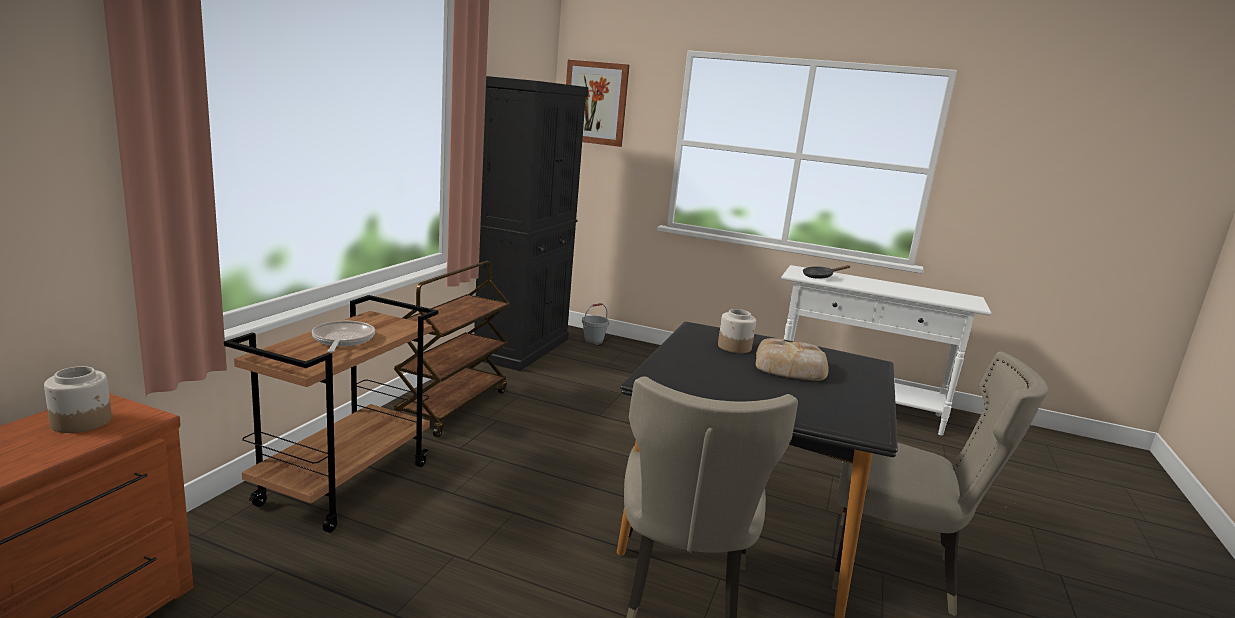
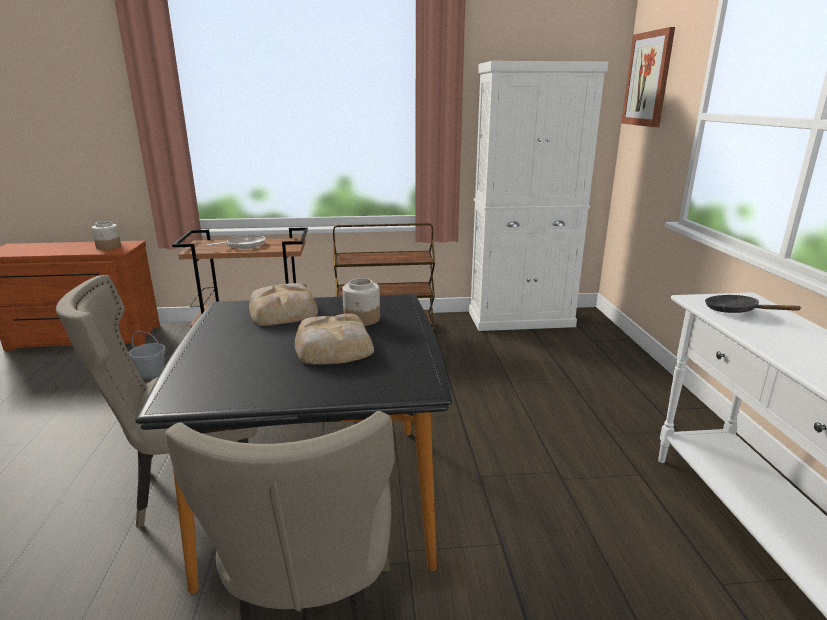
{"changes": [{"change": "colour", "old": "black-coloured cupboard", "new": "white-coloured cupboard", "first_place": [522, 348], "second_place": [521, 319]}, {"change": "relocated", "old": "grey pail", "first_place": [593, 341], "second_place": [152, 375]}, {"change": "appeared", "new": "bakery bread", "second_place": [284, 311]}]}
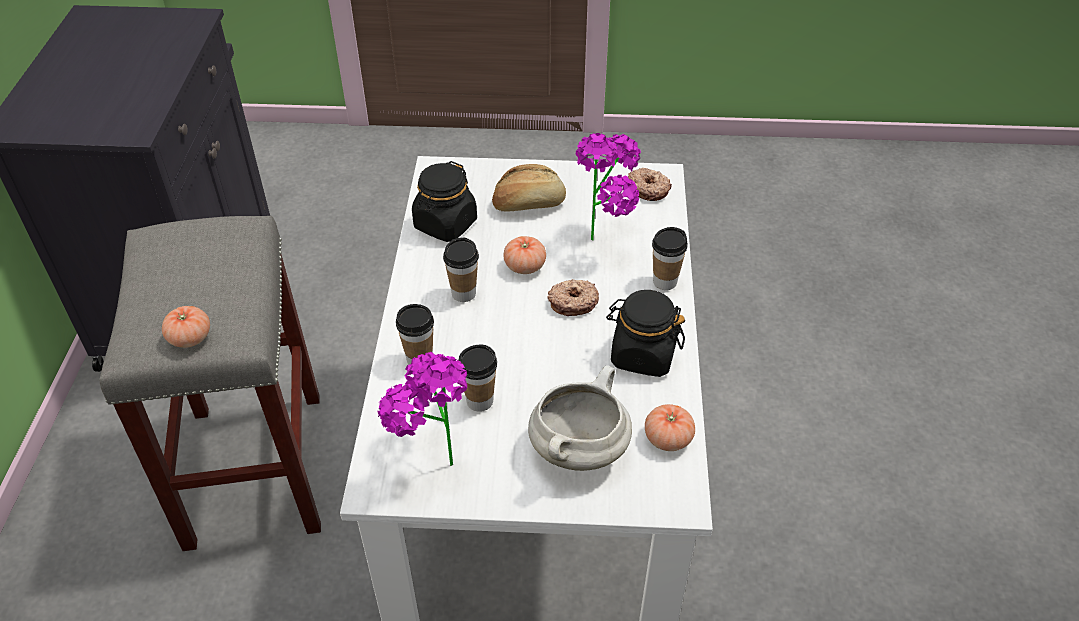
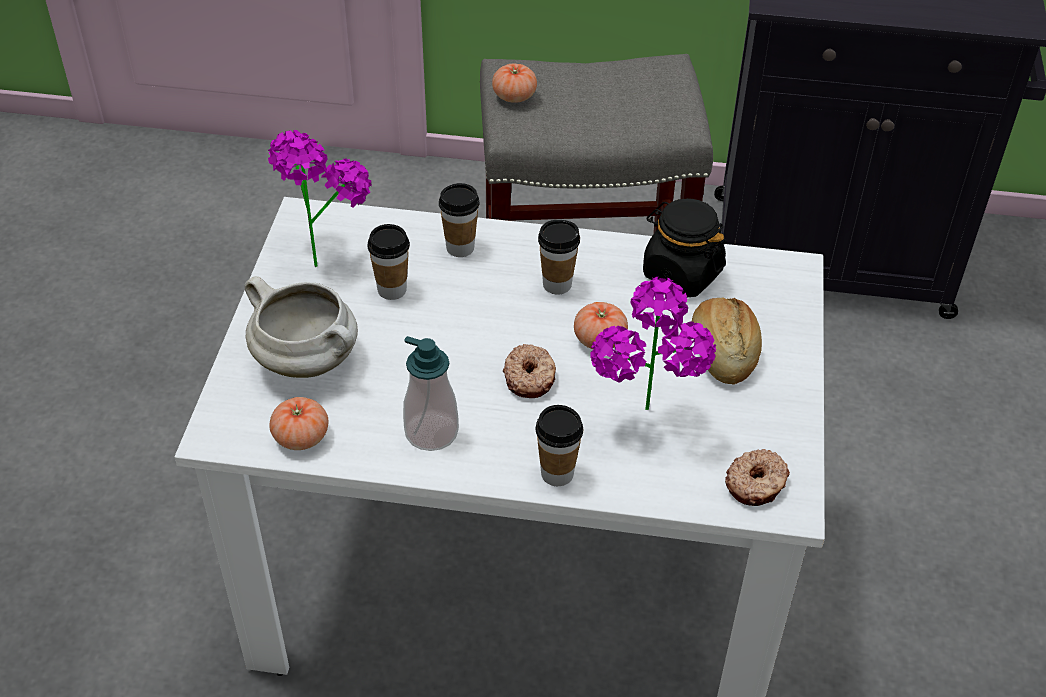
{"changes": [{"change": "exchanged", "old": "black-coloured storage jar", "new": "liquid soap bottle", "first_place": [642, 355], "second_place": [431, 432]}]}
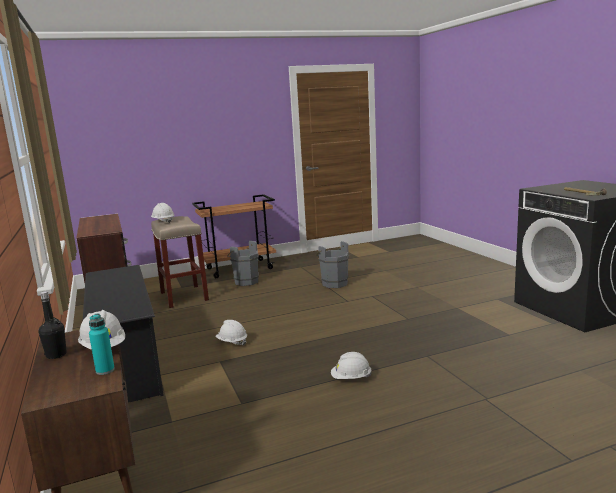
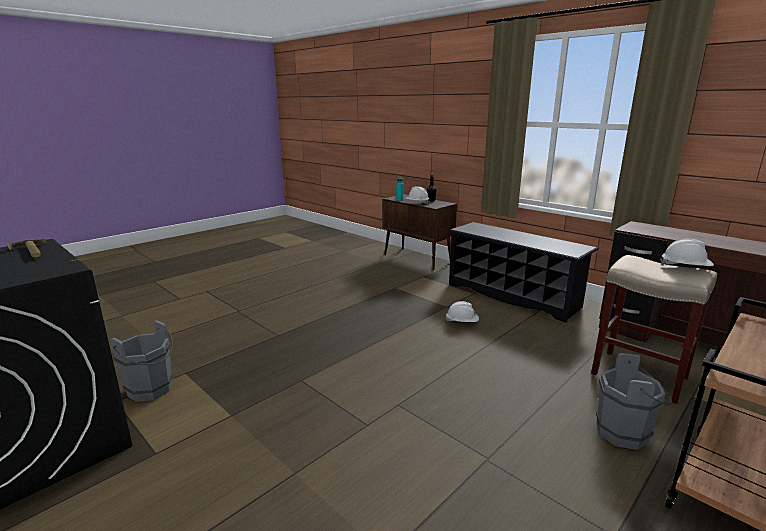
{"changes": [{"change": "relocated", "old": "grey pail", "first_place": [333, 283], "second_place": [152, 390]}, {"change": "missing", "old": "white-coloured hard hat", "first_place": [351, 379]}]}
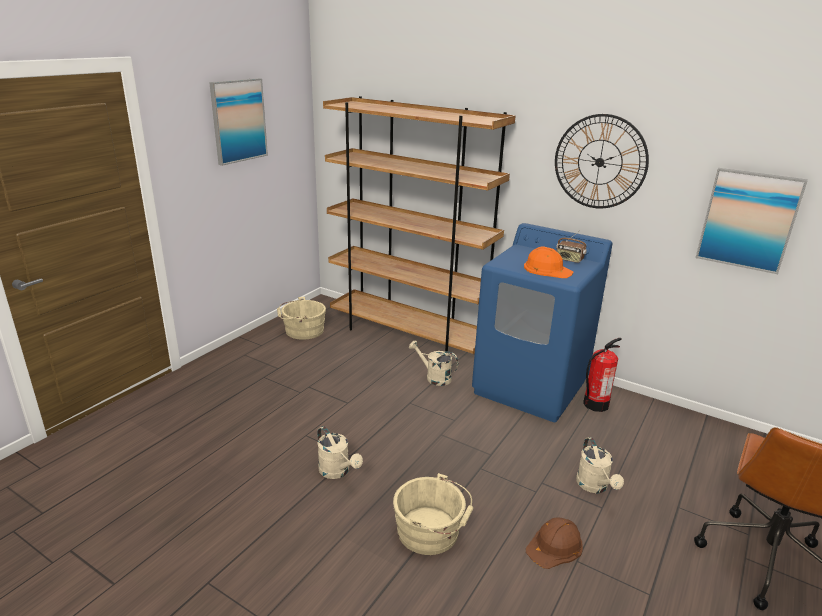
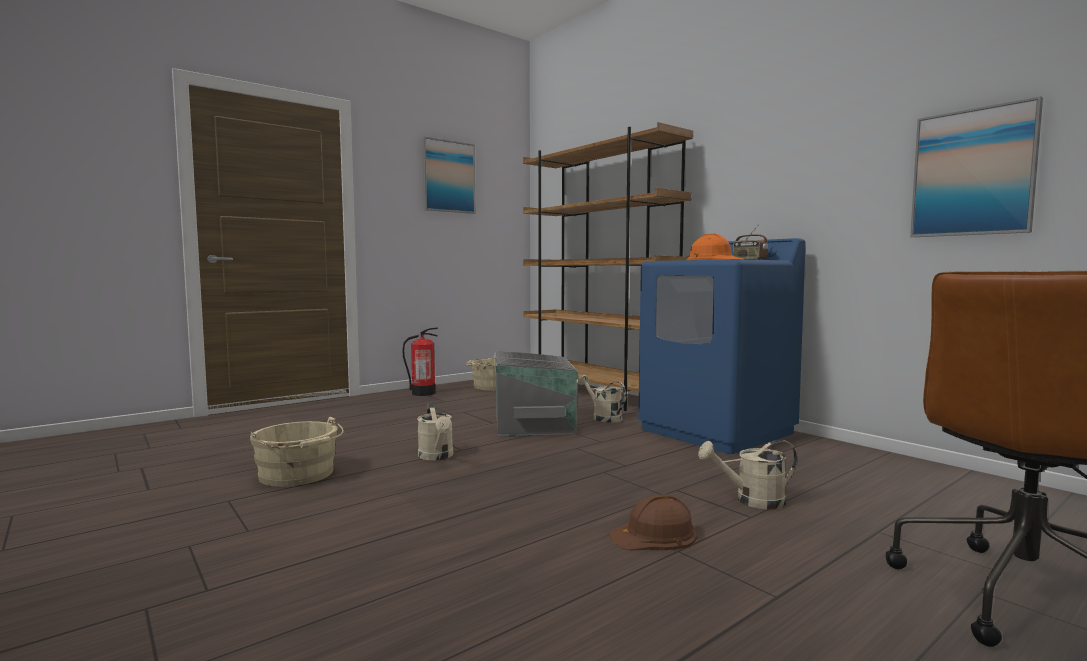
{"changes": [{"change": "missing", "old": "hanging clock", "first_place": [600, 162]}, {"change": "relocated", "old": "fire extinguisher", "first_place": [595, 404], "second_place": [423, 393]}, {"change": "spun", "old": "sand-coloured sprinkling can", "first_place": [595, 486], "second_place": [752, 501], "degrees": 75}, {"change": "relocated", "old": "sand-coloured pail", "first_place": [431, 532], "second_place": [299, 475]}, {"change": "appeared", "new": "grey storage box", "second_place": [535, 422]}]}
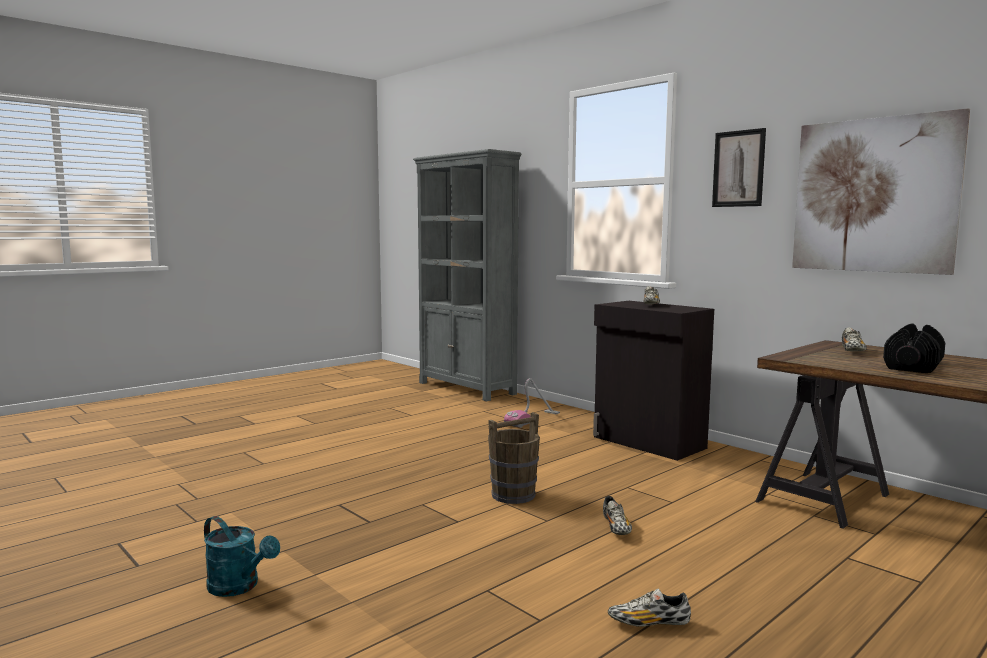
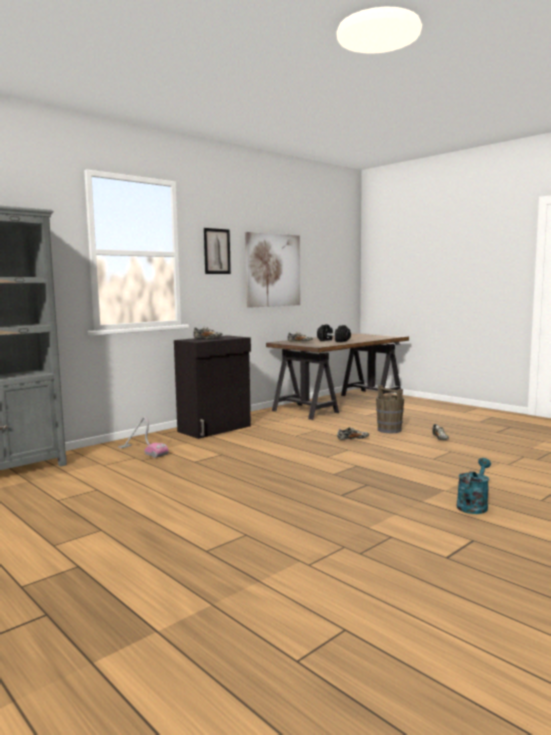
{"changes": [{"change": "relocated", "old": "brown-coloured pail", "first_place": [513, 495], "second_place": [389, 430]}]}
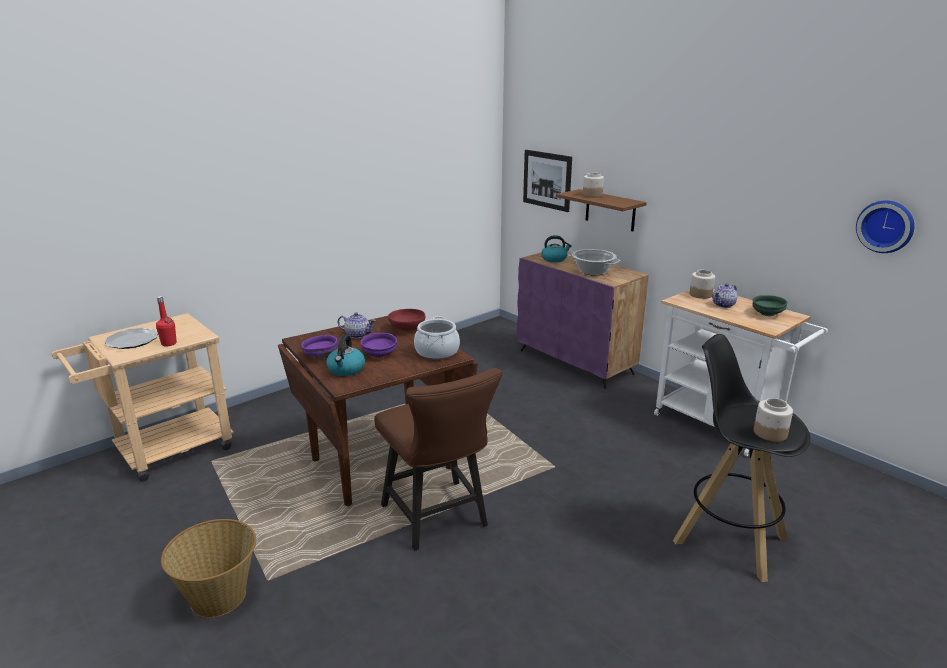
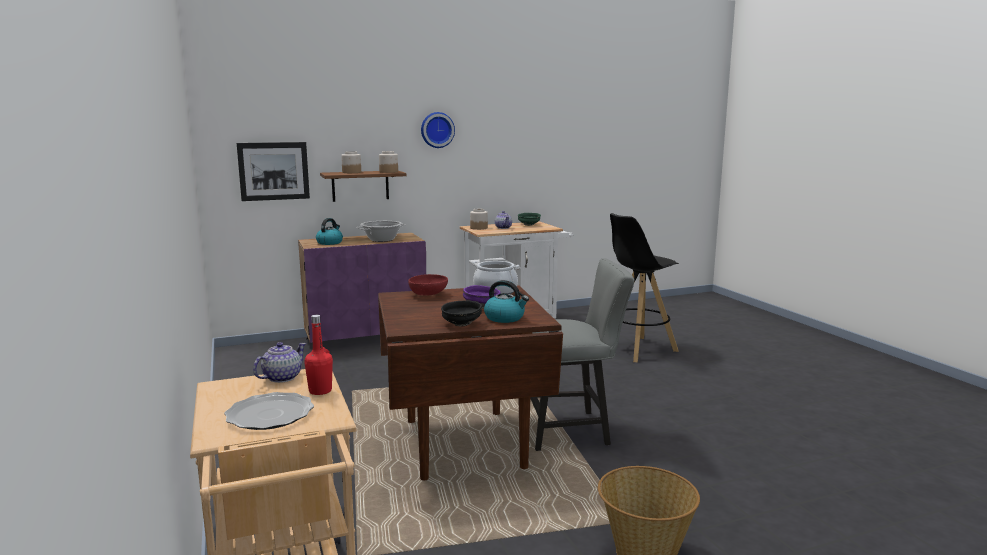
{"changes": [{"change": "relocated", "old": "hanging clock", "first_place": [886, 226], "second_place": [437, 130]}, {"change": "relocated", "old": "pot for tea", "first_place": [357, 335], "second_place": [281, 378]}, {"change": "colour", "old": "purple serving bowl", "new": "black-coloured serving bowl", "first_place": [320, 356], "second_place": [461, 324]}, {"change": "colour", "old": "brown-coloured chair", "new": "grey chair", "first_place": [438, 519], "second_place": [571, 429]}, {"change": "relocated", "old": "storage jar", "first_place": [769, 433], "second_place": [388, 172]}]}
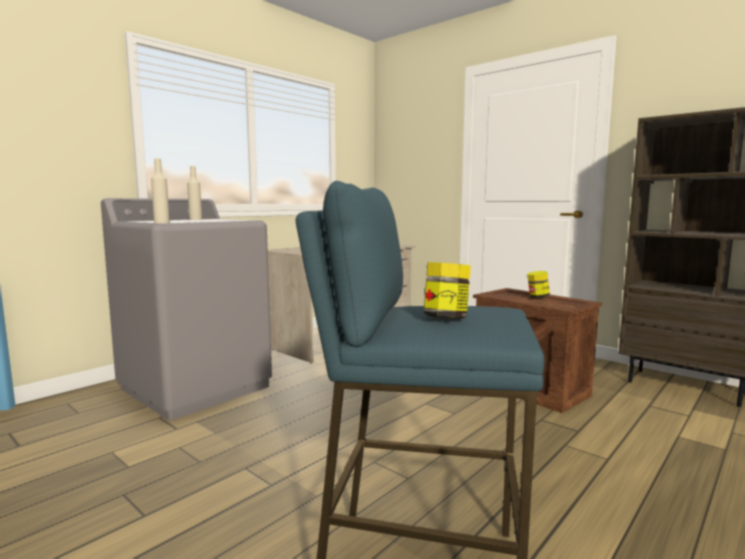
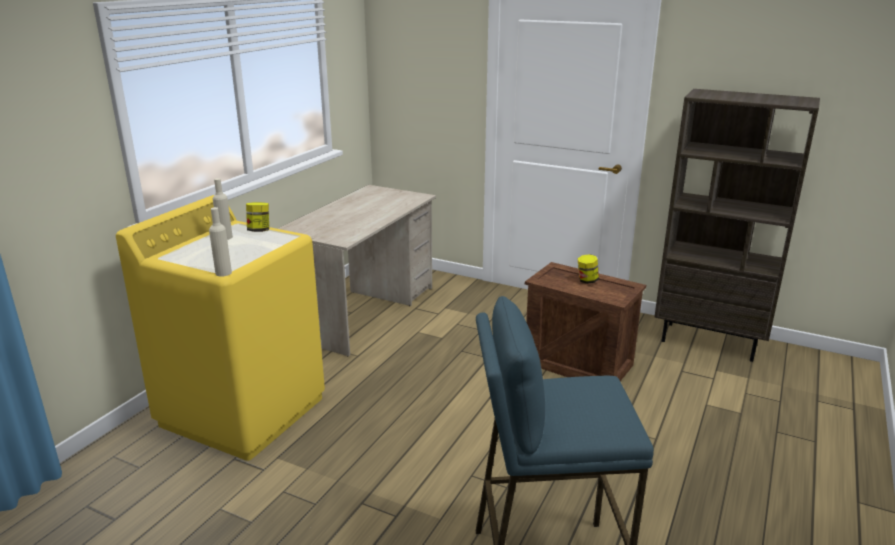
{"changes": [{"change": "colour", "old": "grey laundry appliance", "new": "yellowish laundry appliance", "first_place": [196, 387], "second_place": [243, 411]}, {"change": "relocated", "old": "storage jar", "first_place": [445, 318], "second_place": [259, 230]}]}
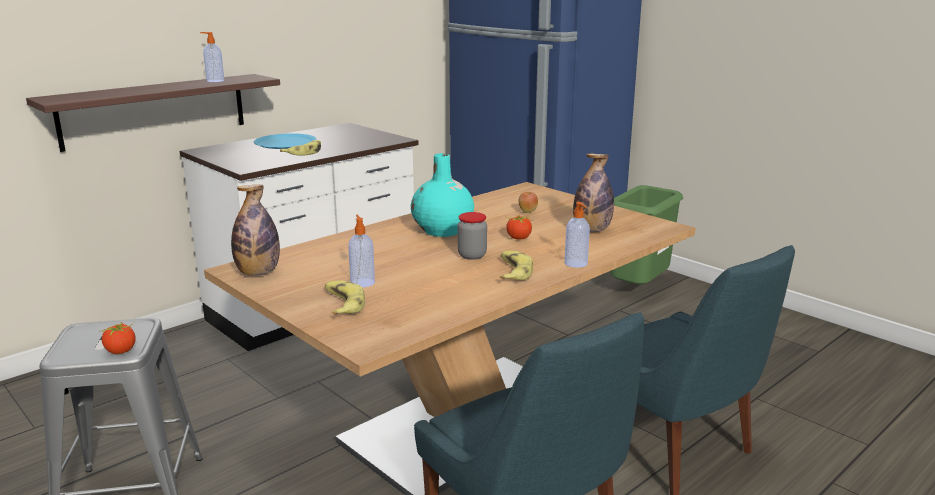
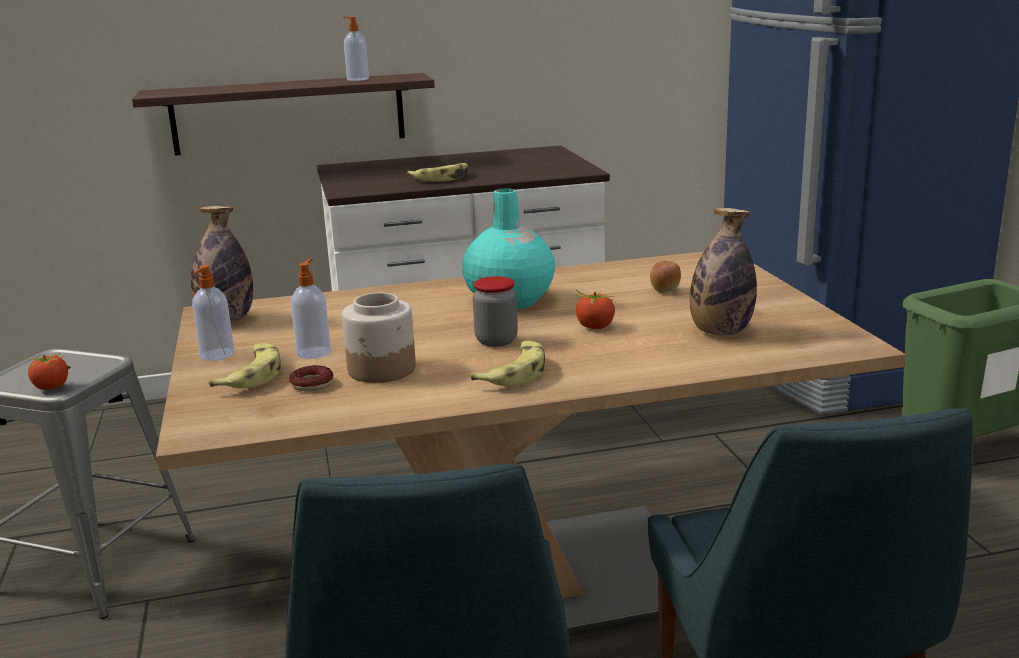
{"changes": [{"change": "missing", "old": "blue dinner plate", "first_place": [285, 142]}, {"change": "relocated", "old": "liquid soap bottle", "first_place": [576, 264], "second_place": [216, 355]}, {"change": "appeared", "new": "storage jar", "second_place": [382, 370]}, {"change": "appeared", "new": "ring doughnut", "second_place": [312, 384]}]}
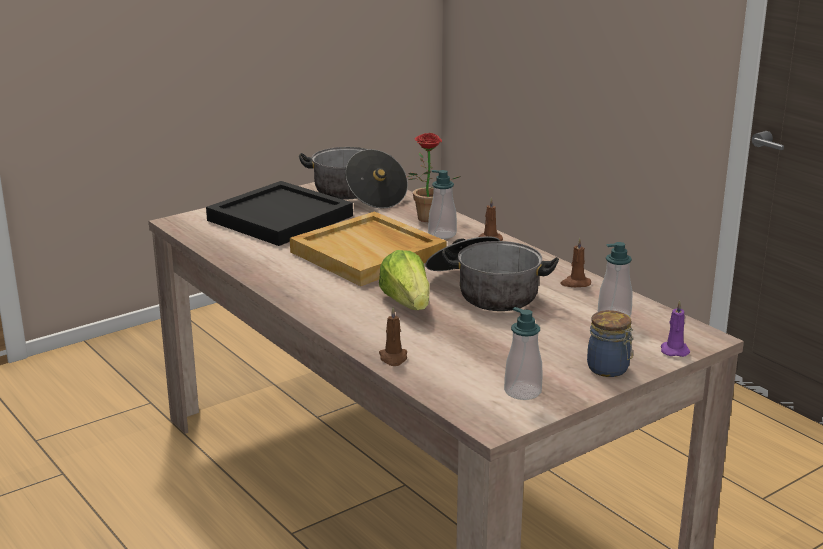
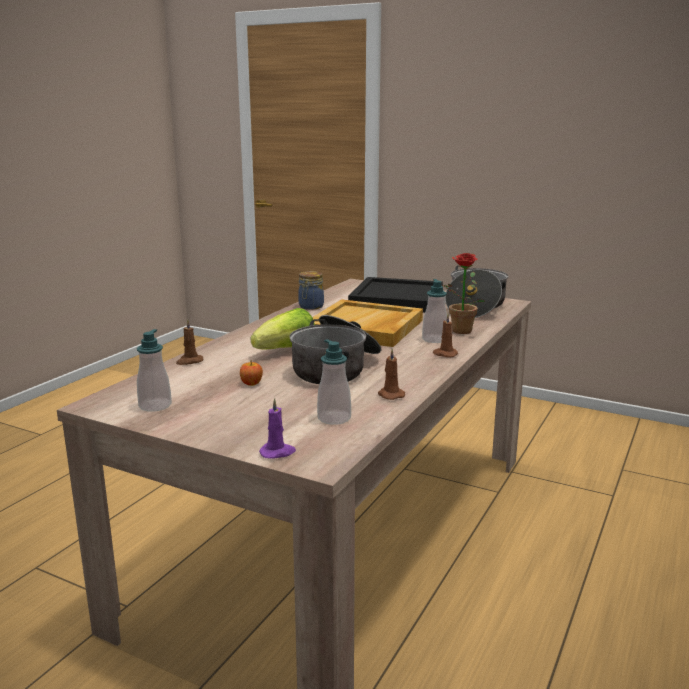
{"changes": [{"change": "relocated", "old": "storage jar", "first_place": [609, 369], "second_place": [310, 307]}, {"change": "appeared", "new": "apple fruit", "second_place": [251, 383]}]}
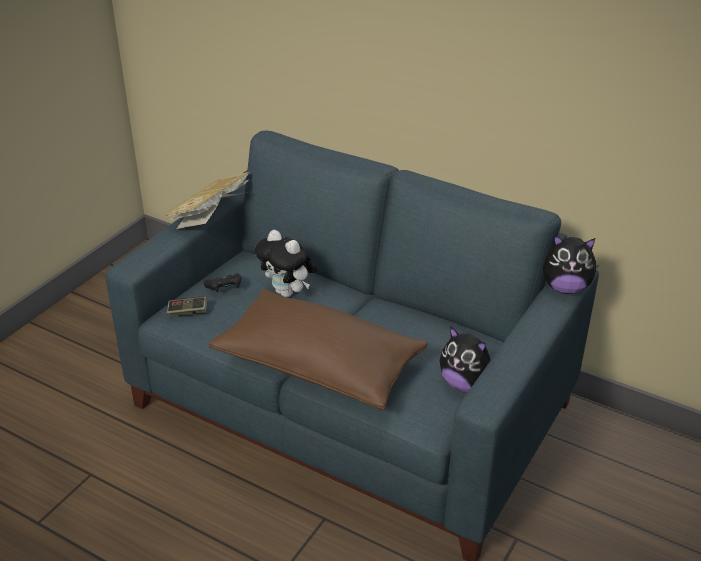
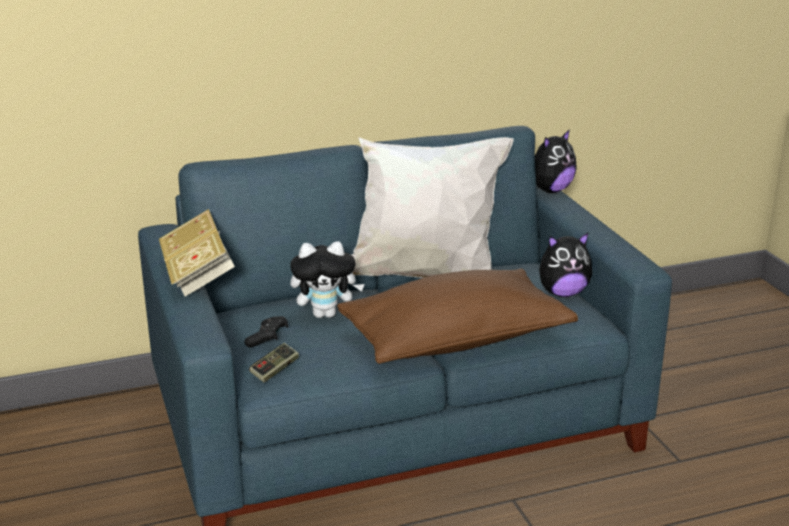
{"changes": [{"change": "appeared", "new": "white-coloured cushion", "second_place": [425, 276]}]}
